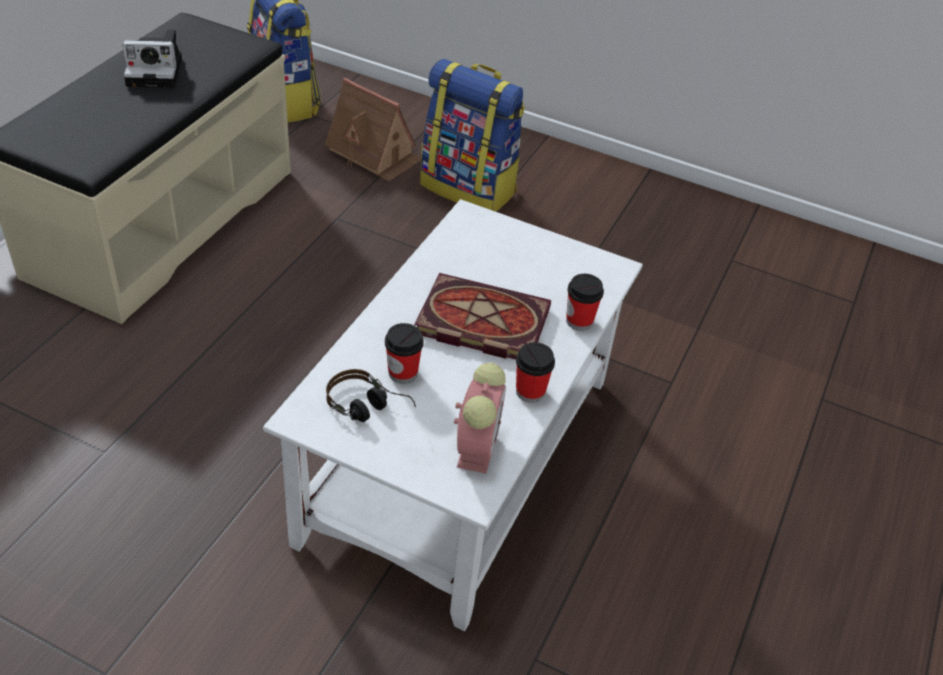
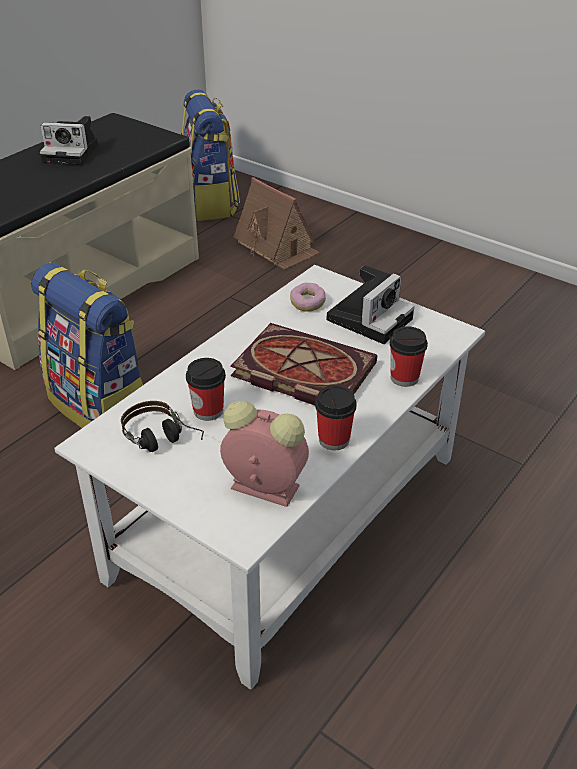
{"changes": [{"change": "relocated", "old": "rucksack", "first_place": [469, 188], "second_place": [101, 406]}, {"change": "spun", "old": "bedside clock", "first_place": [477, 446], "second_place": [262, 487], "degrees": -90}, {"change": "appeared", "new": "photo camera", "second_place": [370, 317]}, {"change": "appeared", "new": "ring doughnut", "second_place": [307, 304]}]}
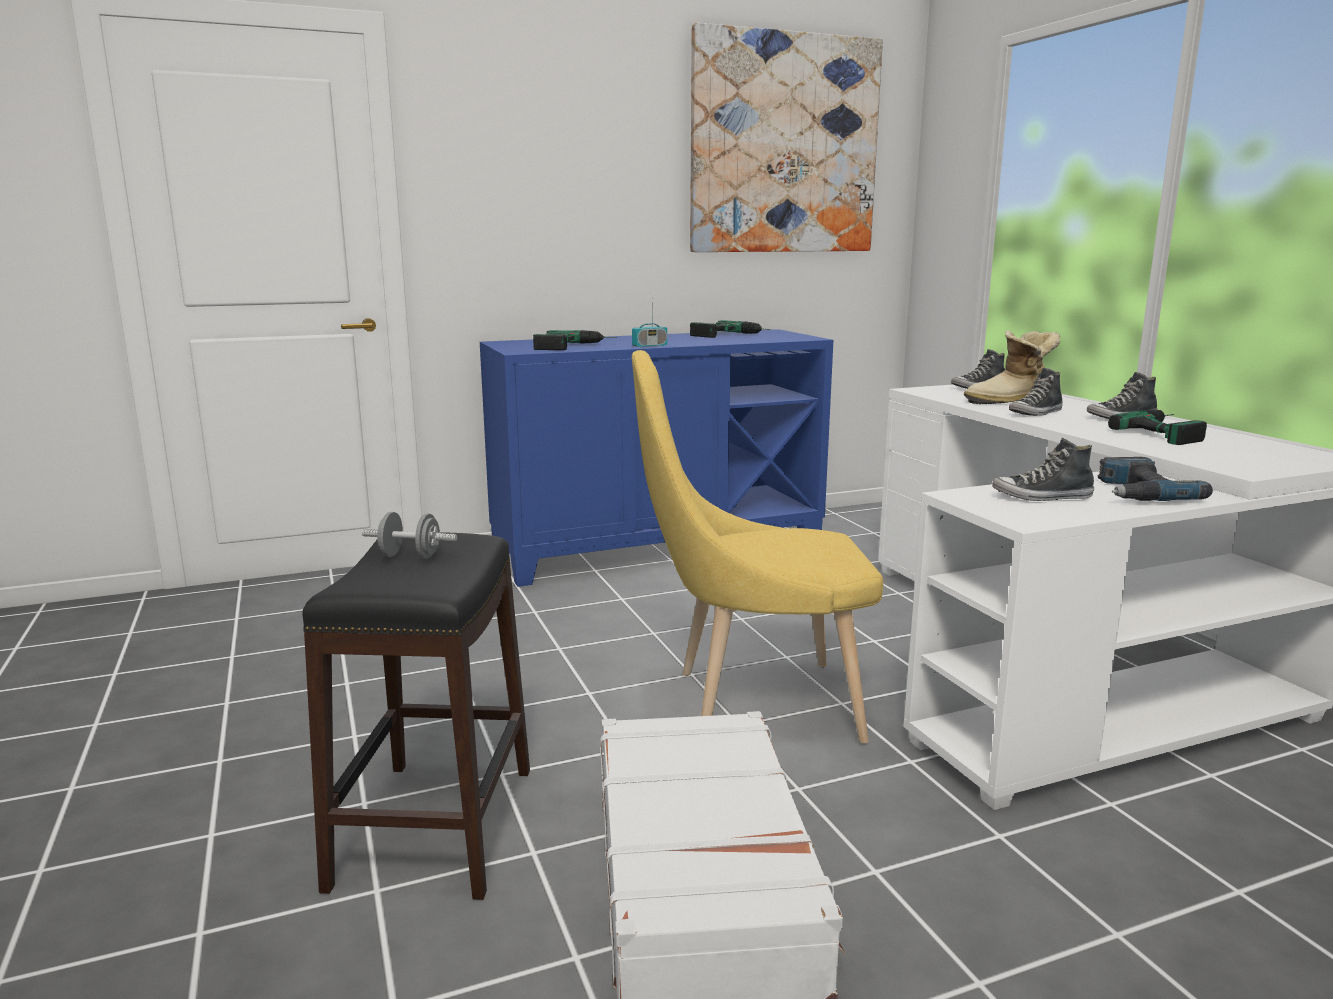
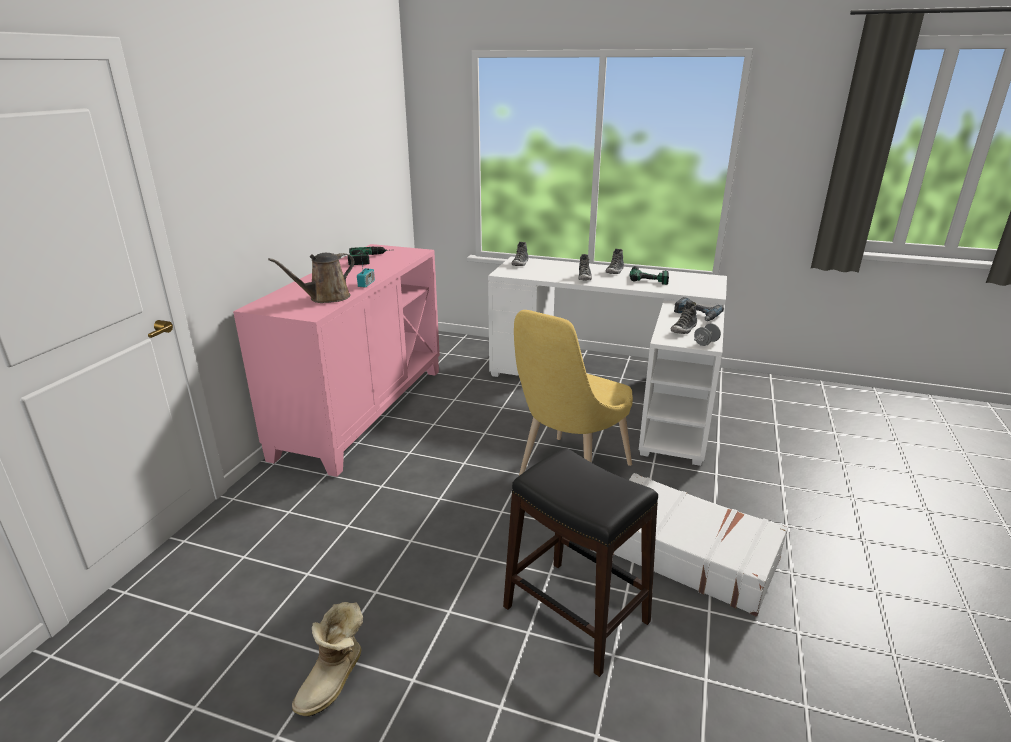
{"changes": [{"change": "missing", "old": "picture", "first_place": [784, 145]}, {"change": "colour", "old": "blue cupboard", "new": "pink cupboard", "first_place": [658, 547], "second_place": [362, 411]}, {"change": "exchanged", "old": "power drill", "new": "brown-coloured sprinkling can", "first_place": [576, 346], "second_place": [326, 298]}, {"change": "relocated", "old": "high-top boot", "first_place": [1011, 401], "second_place": [334, 680]}, {"change": "relocated", "old": "grey hand weight", "first_place": [410, 556], "second_place": [706, 343]}]}
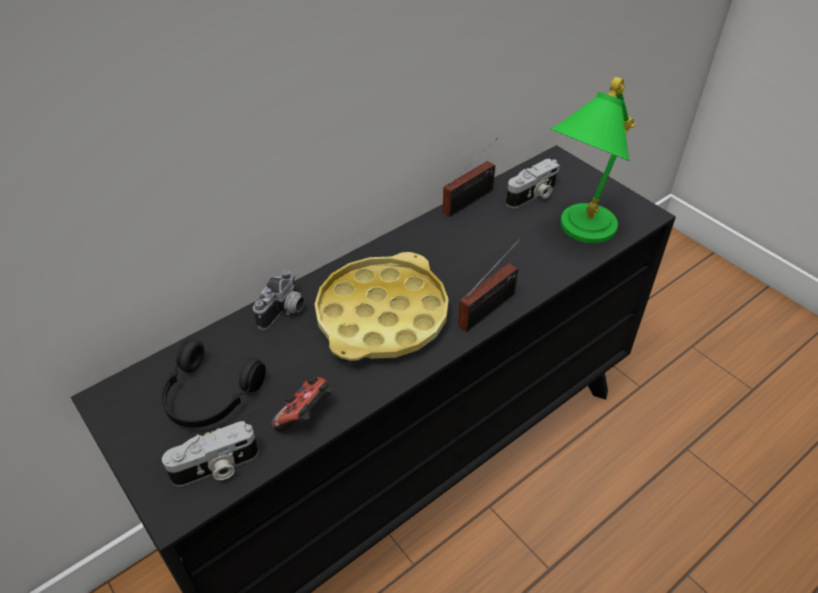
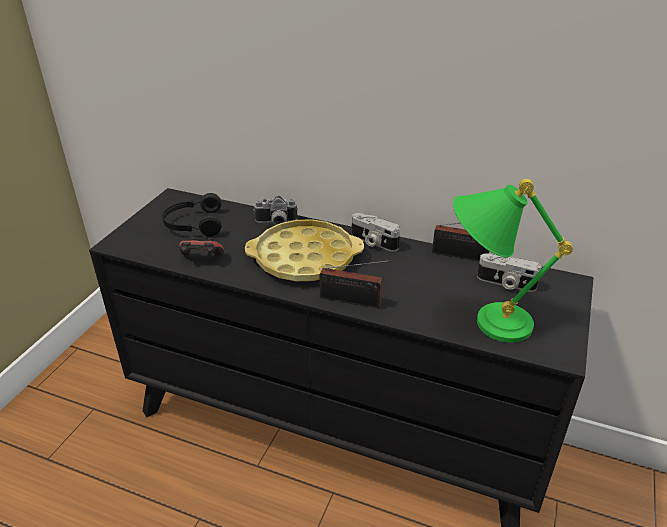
{"changes": [{"change": "relocated", "old": "photo camera", "first_place": [216, 468], "second_place": [373, 242]}]}
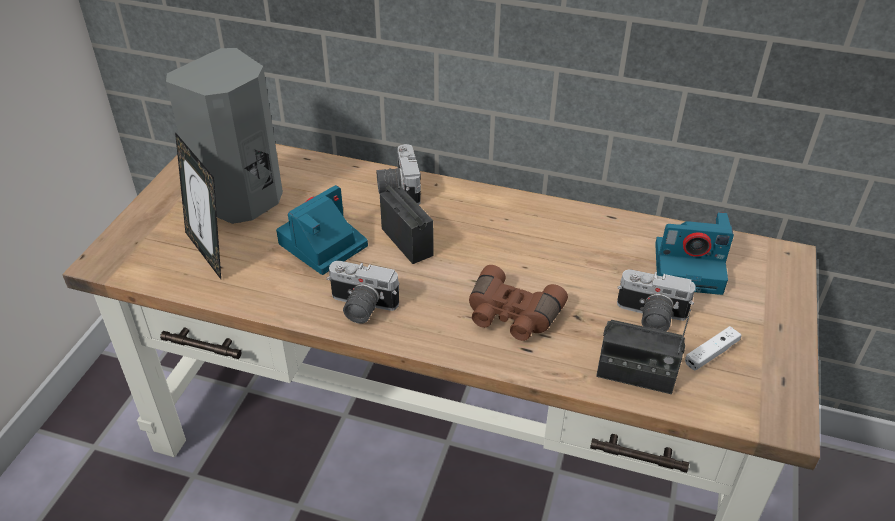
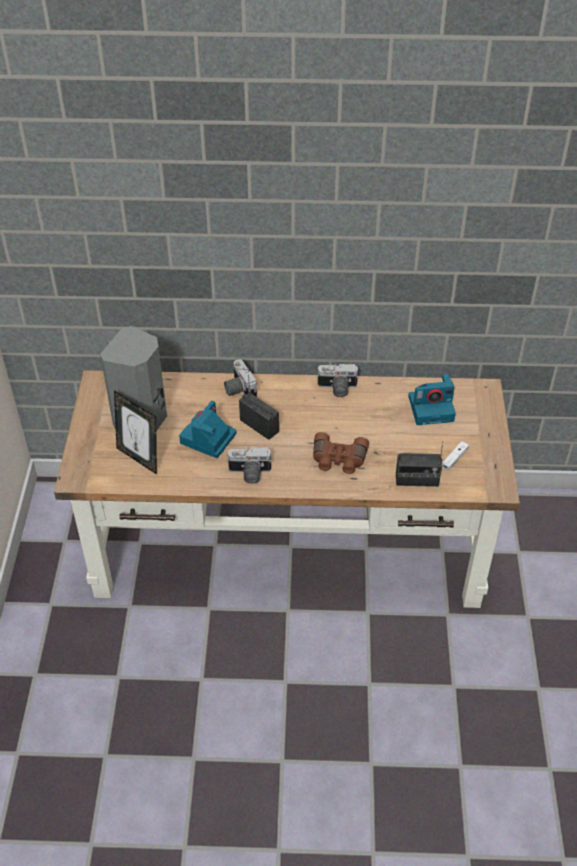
{"changes": [{"change": "relocated", "old": "photo camera", "first_place": [650, 317], "second_place": [337, 389]}]}
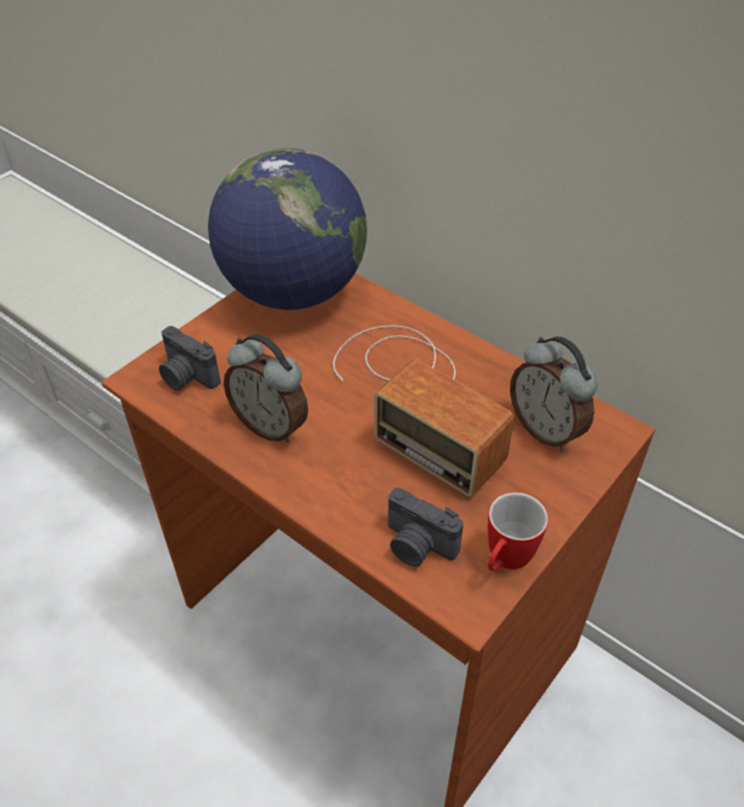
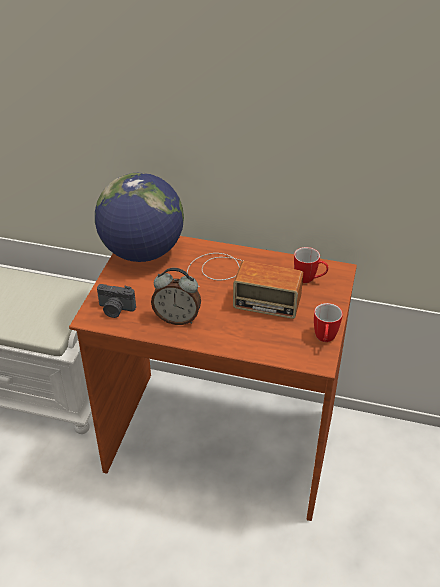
{"changes": [{"change": "exchanged", "old": "bedside clock", "new": "tea mug", "first_place": [546, 429], "second_place": [309, 279]}, {"change": "missing", "old": "photo camera", "first_place": [417, 545]}]}
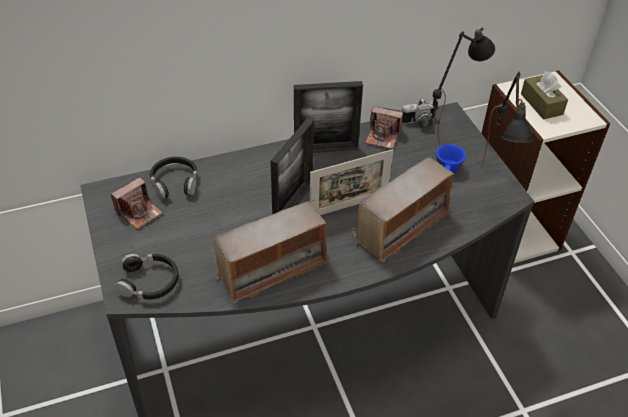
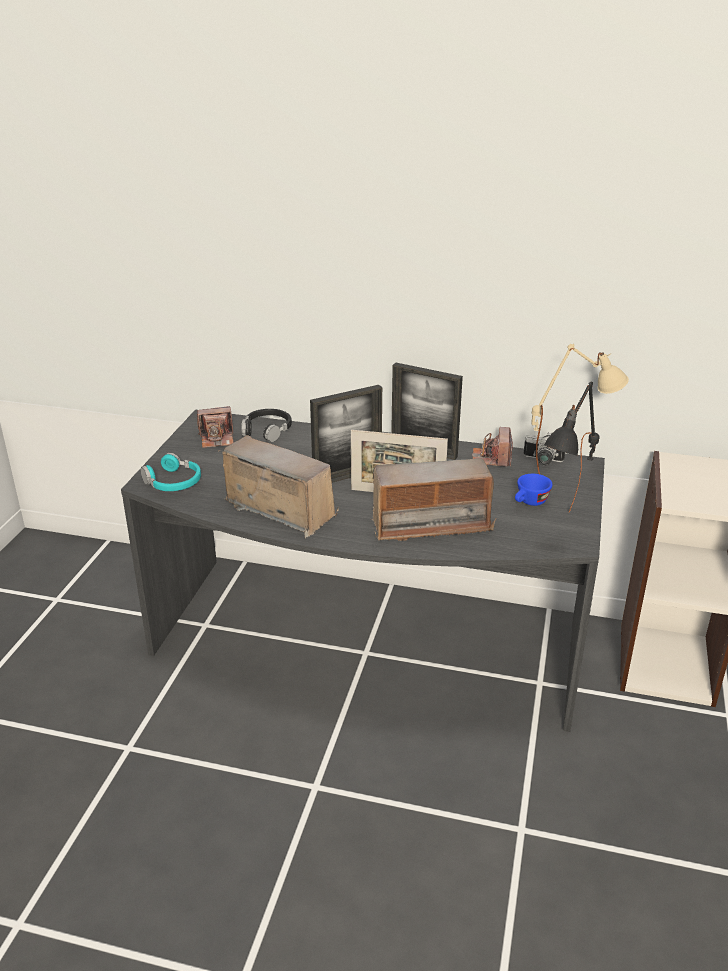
{"changes": [{"change": "colour", "old": "black-coloured tabletop lamp", "new": "sand-coloured tabletop lamp", "first_place": [449, 131], "second_place": [568, 476]}, {"change": "missing", "old": "brown-coloured box of tissues", "first_place": [541, 104]}, {"change": "spun", "old": "photo camera", "first_place": [383, 136], "second_place": [491, 458], "degrees": 45}, {"change": "spun", "old": "radio set", "first_place": [273, 268], "second_place": [278, 510], "degrees": -150}, {"change": "colour", "old": "black-coloured headphones", "new": "blue-green headphones", "first_place": [149, 282], "second_place": [173, 482]}]}
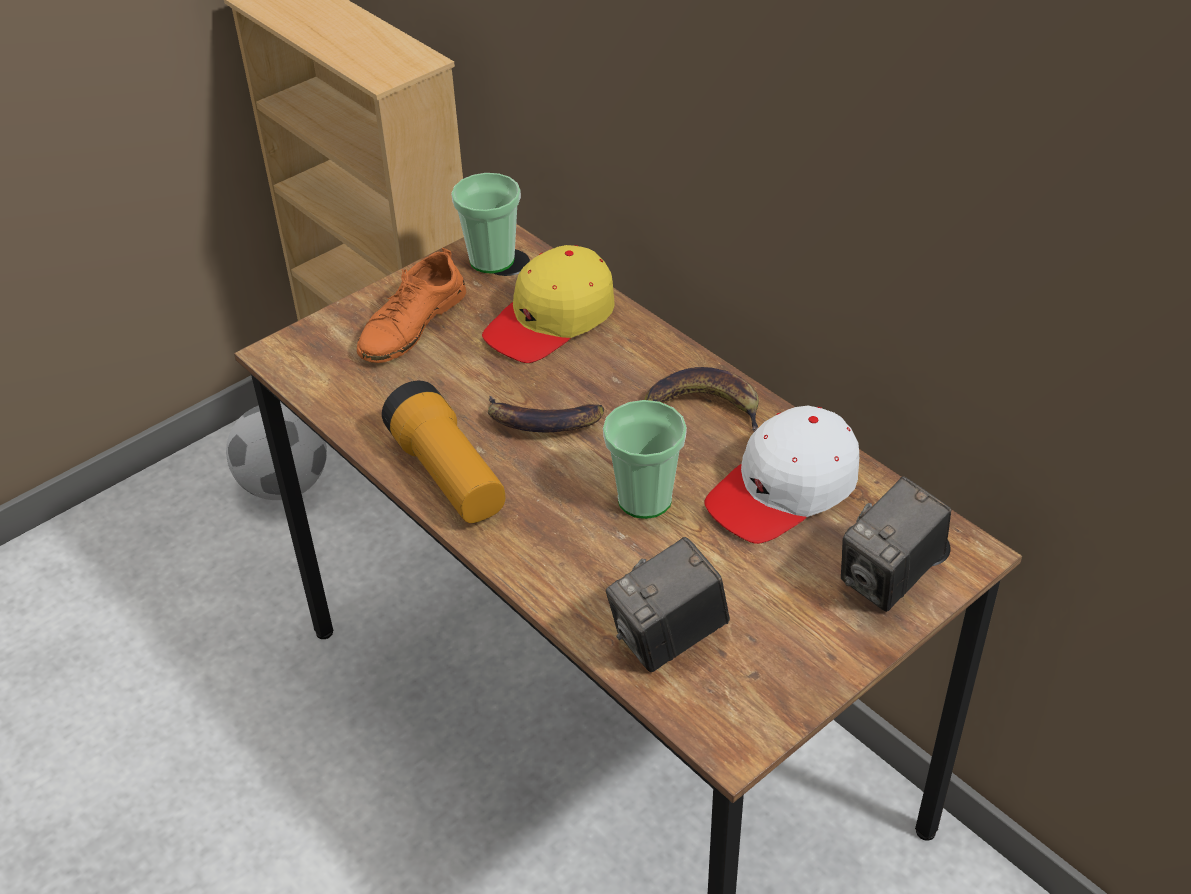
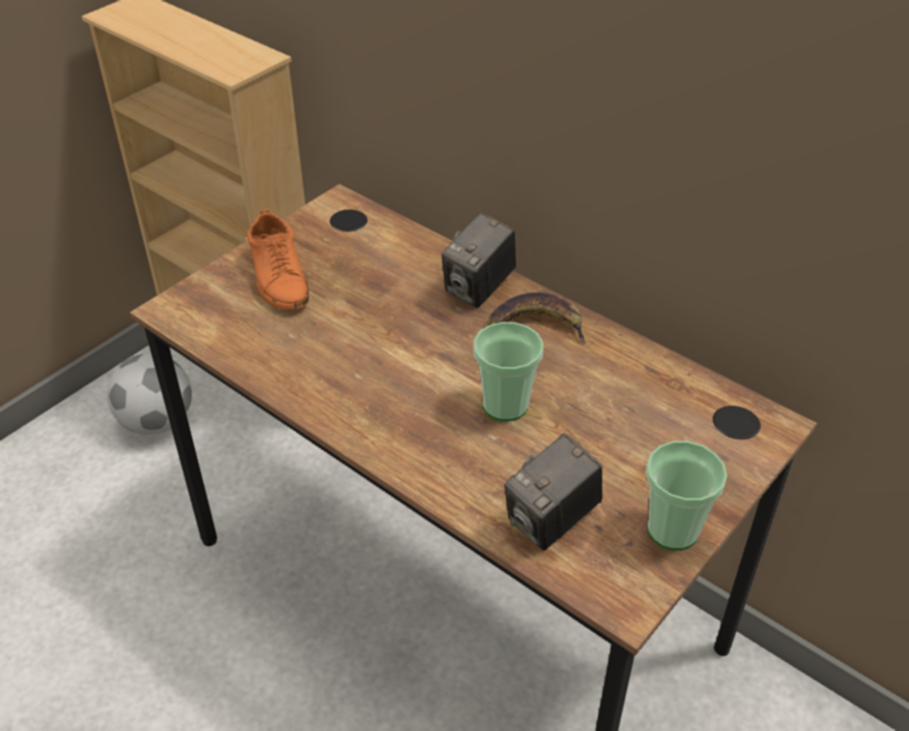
{"changes": [{"change": "relocated", "old": "small cup", "first_place": [492, 260], "second_place": [672, 530]}, {"change": "missing", "old": "yellowish cap", "first_place": [551, 320]}, {"change": "spun", "old": "orange-coloured shoe", "first_place": [412, 324], "second_place": [279, 277], "degrees": -45}, {"change": "missing", "old": "hand torch", "first_place": [448, 475]}, {"change": "missing", "old": "banana", "first_place": [542, 422]}, {"change": "missing", "old": "white-coloured cap", "first_place": [784, 490]}, {"change": "relocated", "old": "photo camera", "first_place": [889, 579], "second_place": [479, 288]}]}
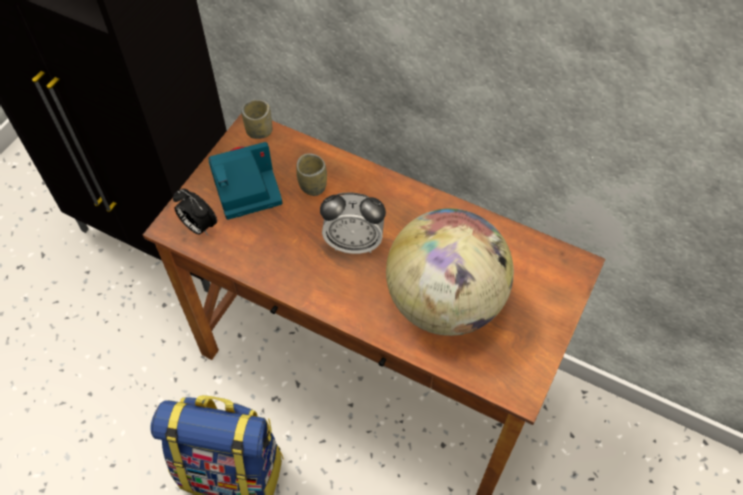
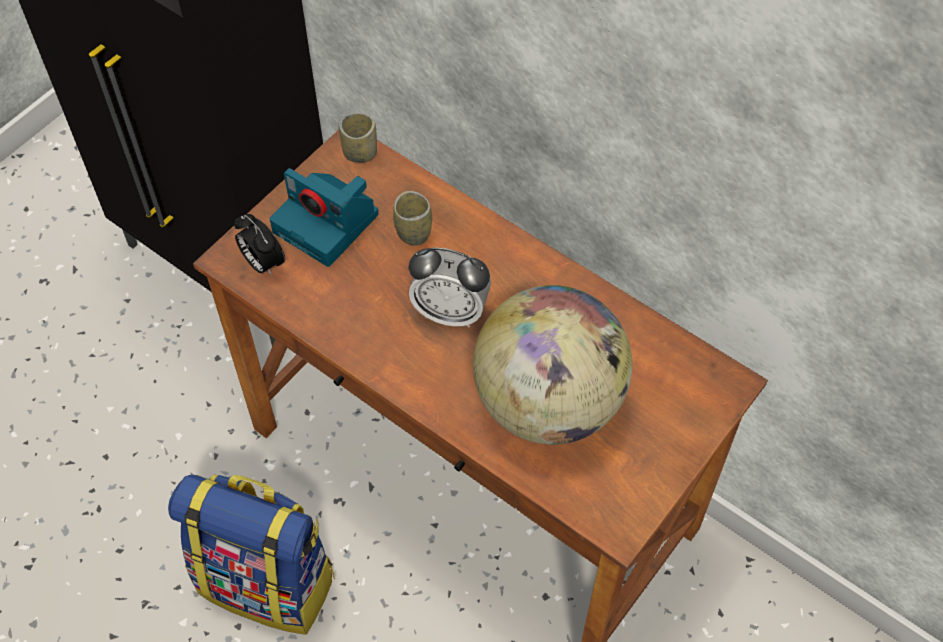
{"changes": [{"change": "spun", "old": "photo camera", "first_place": [245, 188], "second_place": [328, 223], "degrees": -135}]}
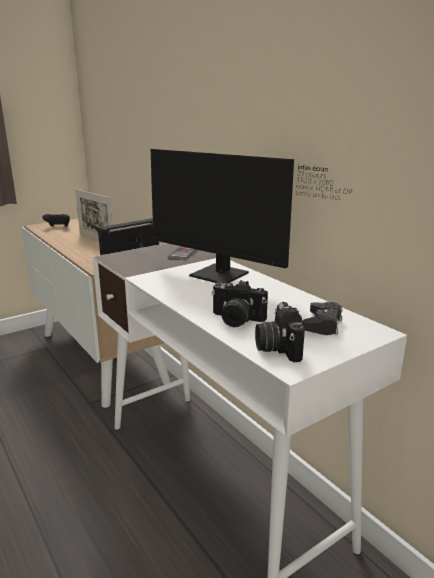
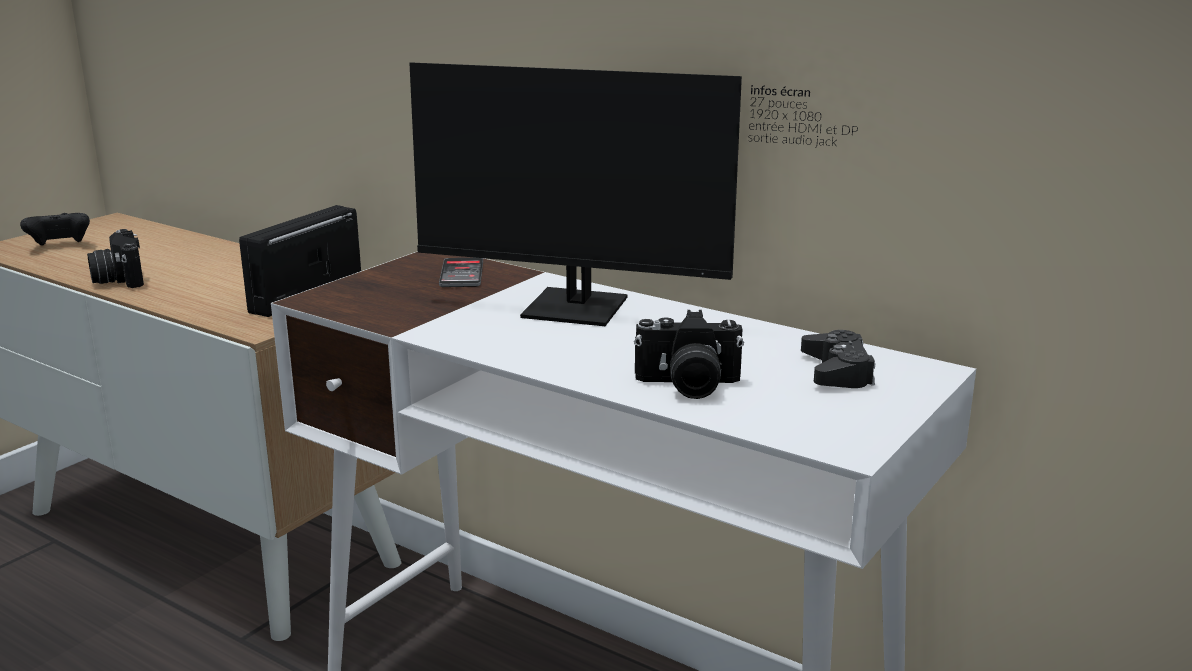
{"changes": [{"change": "missing", "old": "photo frame", "first_place": [96, 239]}, {"change": "relocated", "old": "photo camera", "first_place": [277, 347], "second_place": [118, 279]}]}
